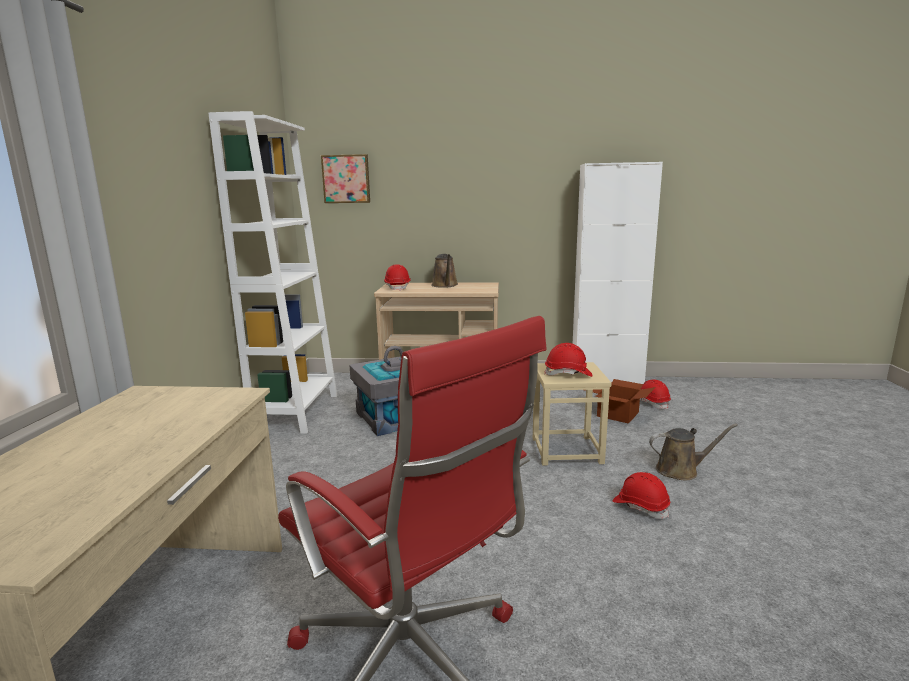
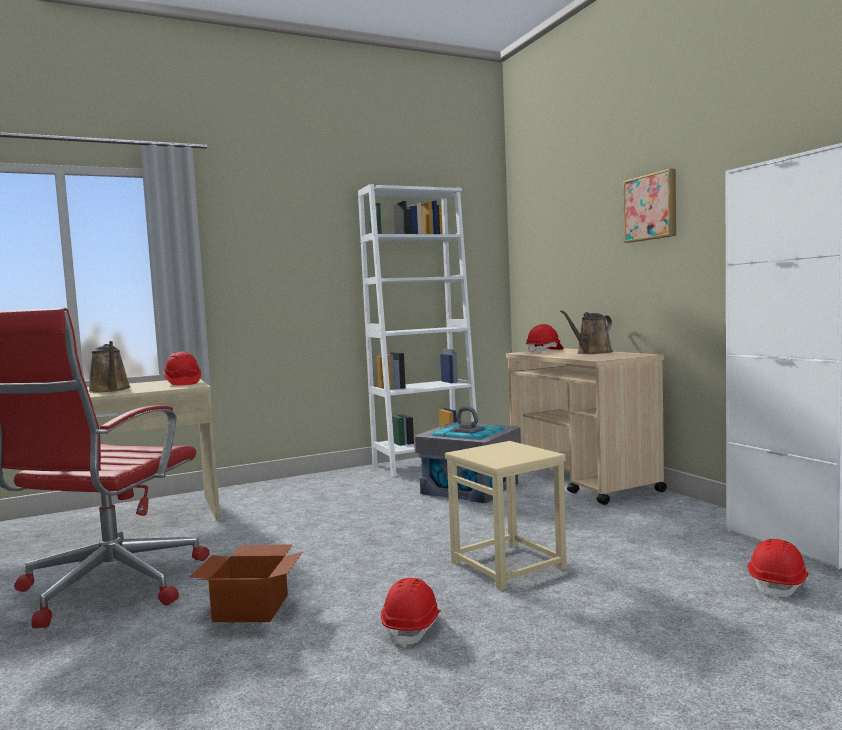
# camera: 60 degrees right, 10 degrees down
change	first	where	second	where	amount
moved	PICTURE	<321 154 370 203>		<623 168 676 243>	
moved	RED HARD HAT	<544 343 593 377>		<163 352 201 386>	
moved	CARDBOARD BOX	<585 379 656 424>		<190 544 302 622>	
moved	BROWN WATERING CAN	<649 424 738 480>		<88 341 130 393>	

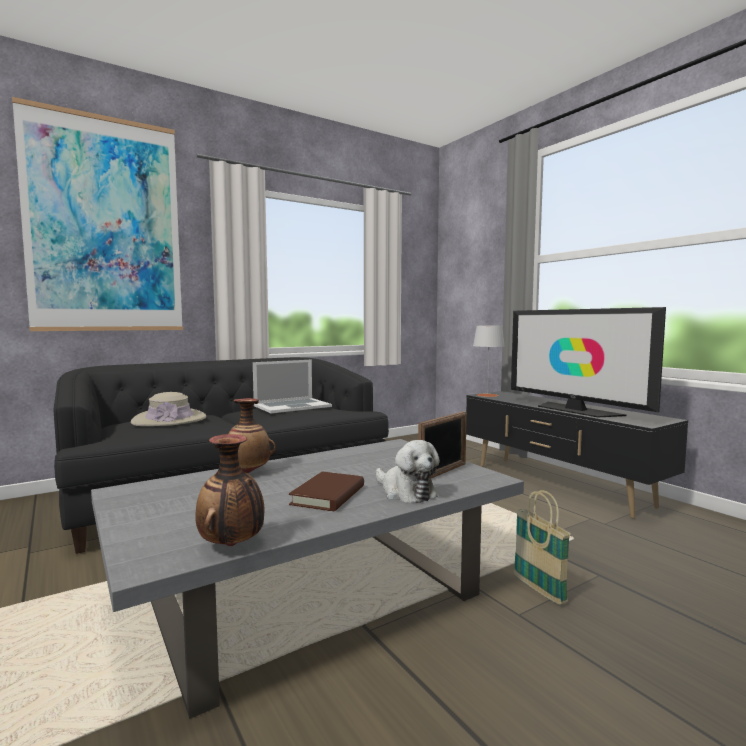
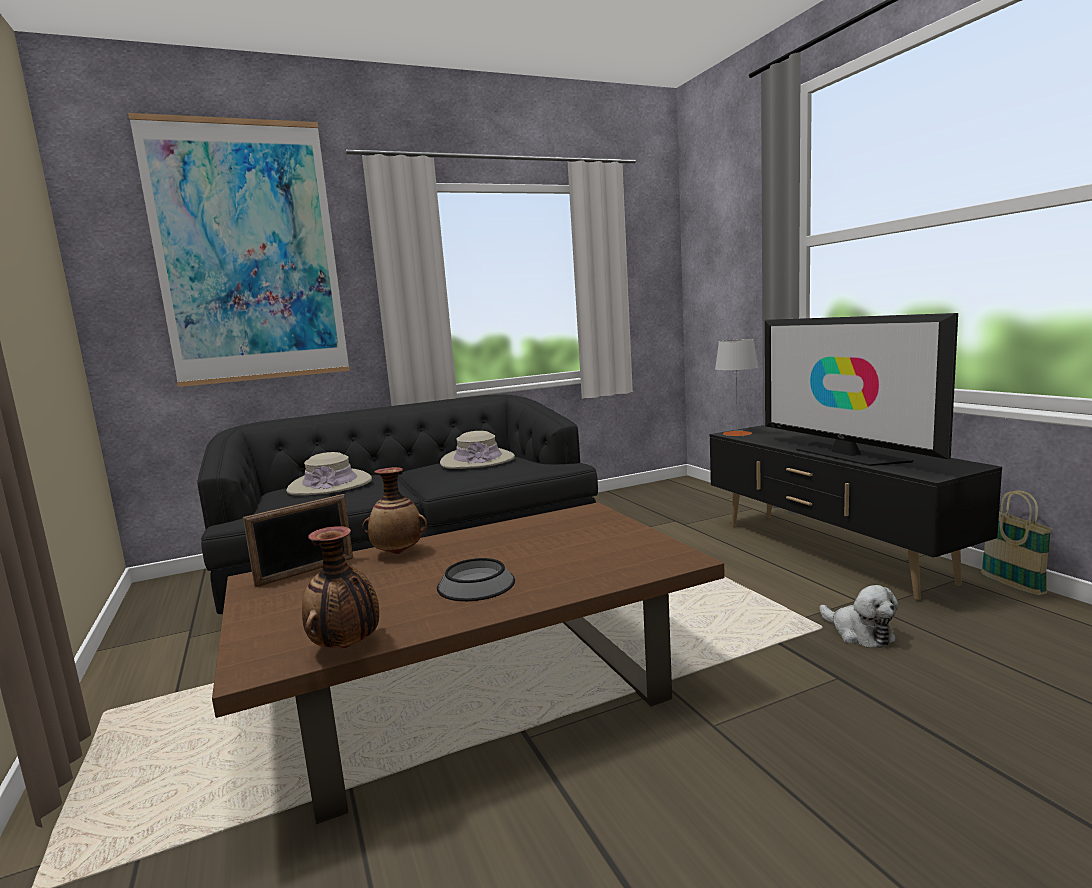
# camera: 10 degrees right, 5 degrees up
change	first	where	second	where	amount
moved	PLUSH TOY	<376 440 440 503>		<820 585 899 648>	
moved	PICTURE FRAME	<418 411 467 478>		<243 494 353 587>	
moved	BASKET	<514 490 571 605>		<981 490 1053 596>	
replaced	LAPTOP	<253 360 332 413>	BEIGE HAT	<440 431 515 469>	
replaced	BROWN BOOK	<289 472 364 511>	BOWL	<437 558 515 601>	
recoloured	GREY COFFEE TABLE	<91 439 524 719>	BROWN COFFEE TABLE	<212 502 725 824>	

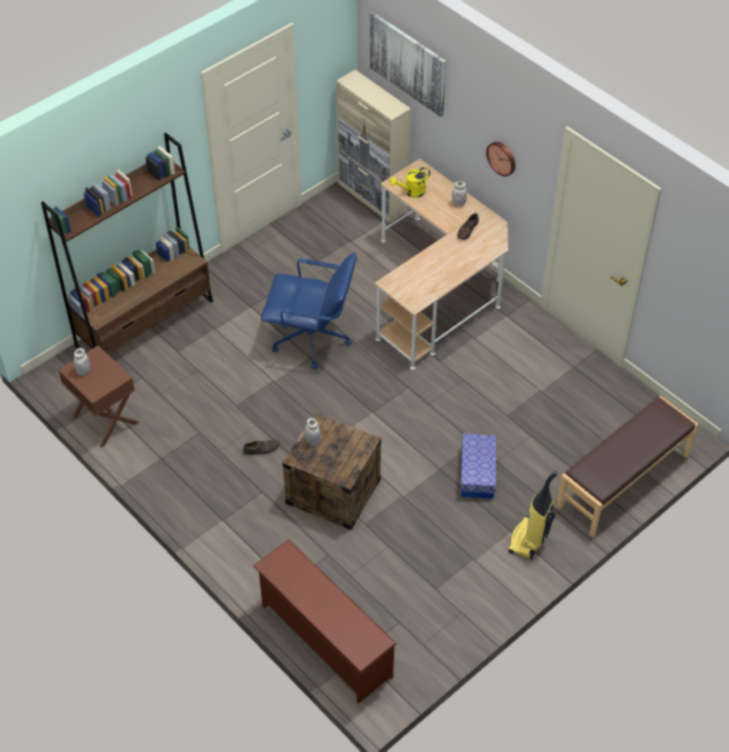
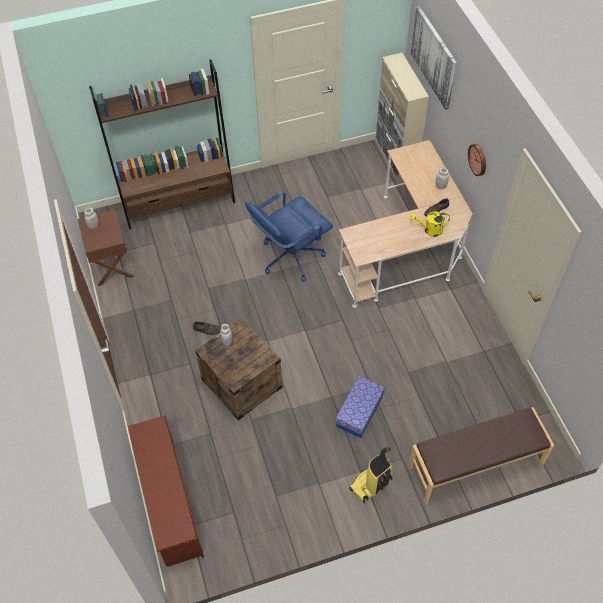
# camera: 25 degrees right, 5 degrees up
change	first	where	second	where	amount
moved	YELLOW WATERING CAN	<390 167 430 198>		<410 211 450 237>	
turned	BLUE OFFICE CHAIR	<261 252 356 369>		<245 191 333 281>	105 degrees clockwise

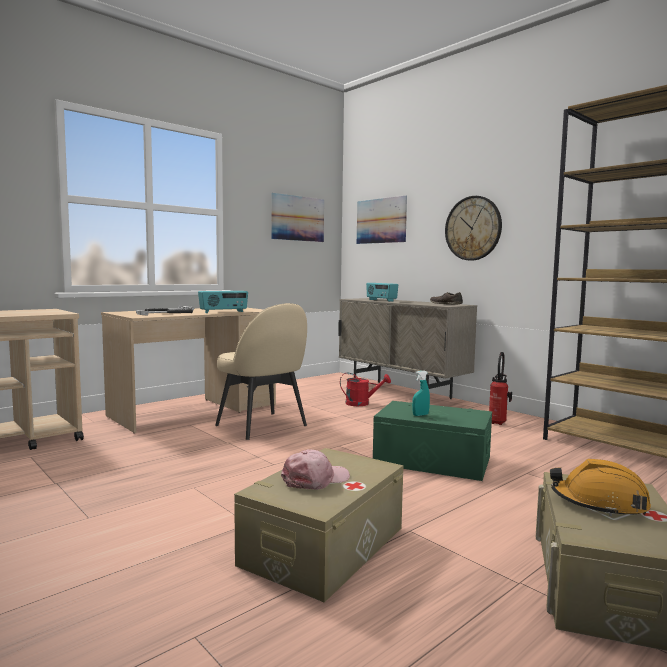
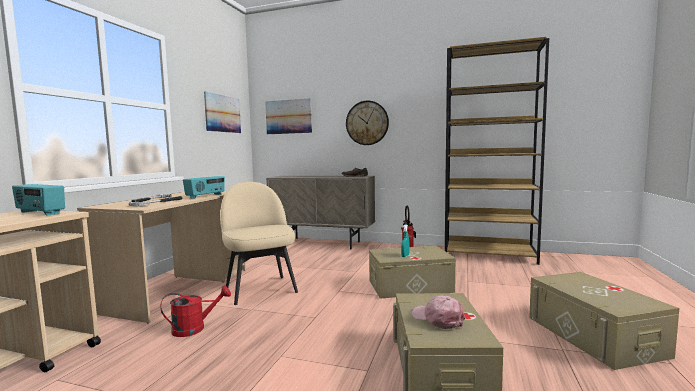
# camera: 30 degrees left, 0 degrees up
change	first	where	second	where	amount
removed	ORANGE HARD HAT	<550 459 651 517>			
moved	RED WATERING CAN	<340 373 391 406>		<160 286 231 337>	
moved	RADIO	<366 283 398 302>		<12 184 65 216>	
recoloured	GREEN STORAGE BOX	<373 401 492 481>	BEIGE STORAGE BOX	<369 246 456 299>	
turned	BEIGE CHAIR	<215 303 307 440>		<220 182 298 305>	135 degrees counterclockwise
turned	PINK CAP	<281 449 350 490>		<412 295 465 329>	60 degrees counterclockwise

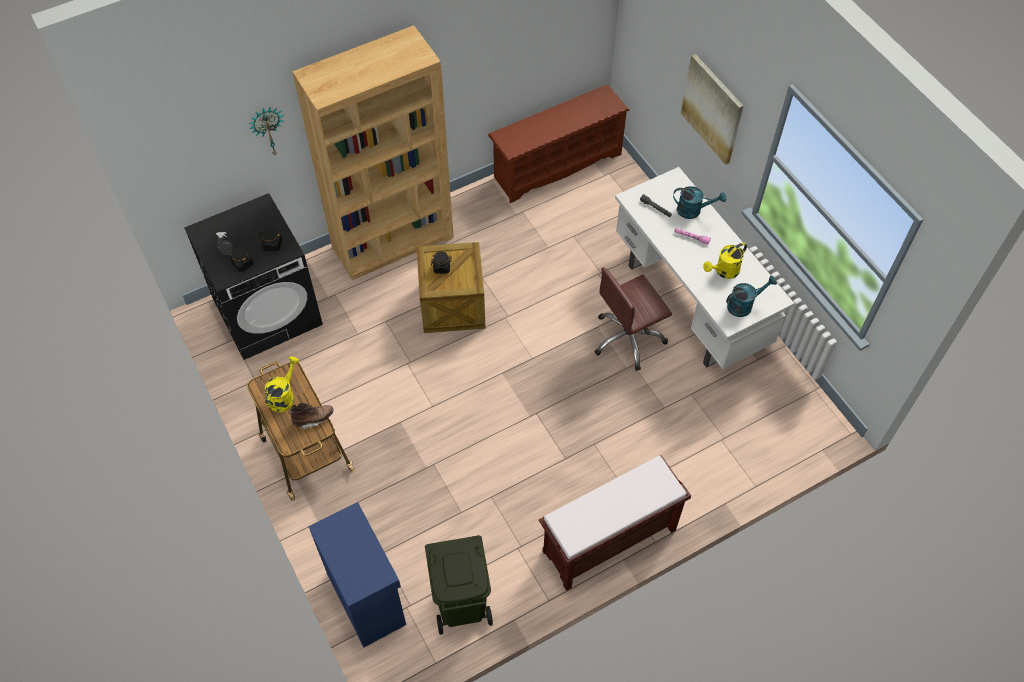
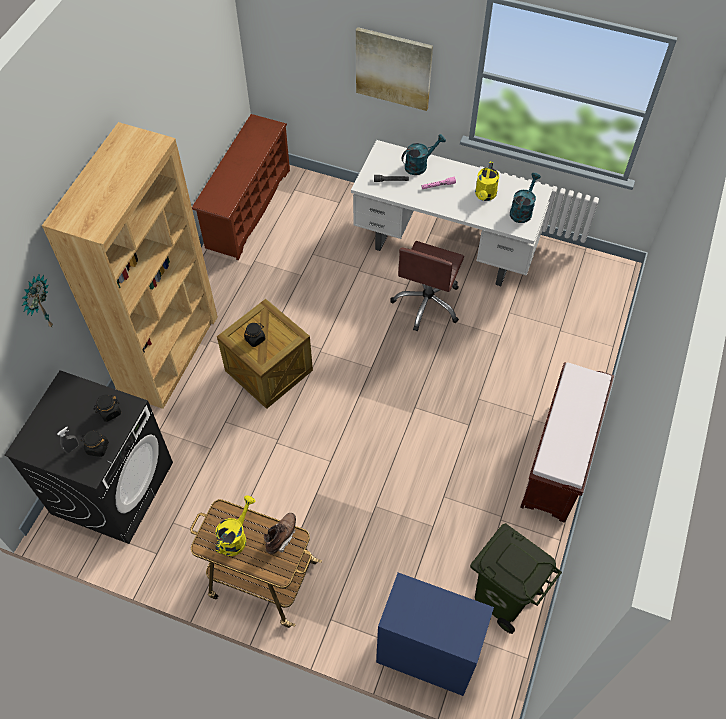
# camera: 40 degrees left, 0 degrees up
change	first	where	second	where	amount
turned	YELLOW WATERING CAN	<265 356 299 412>		<215 496 255 556>	45 degrees clockwise

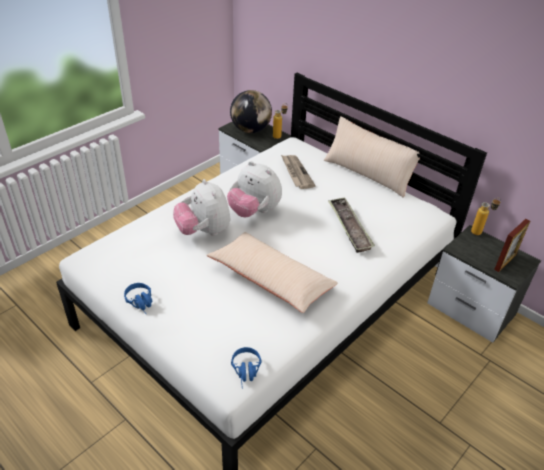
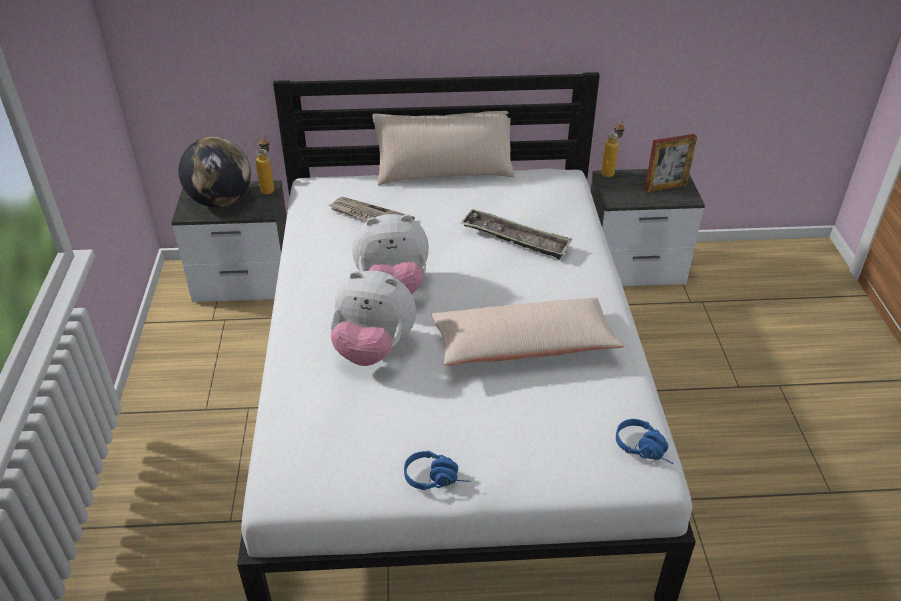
# camera: 45 degrees left, 0 degrees up
change	first	where	second	where	amount
turned	PICTURE FRAME	<494 219 530 272>		<645 134 697 192>	75 degrees clockwise

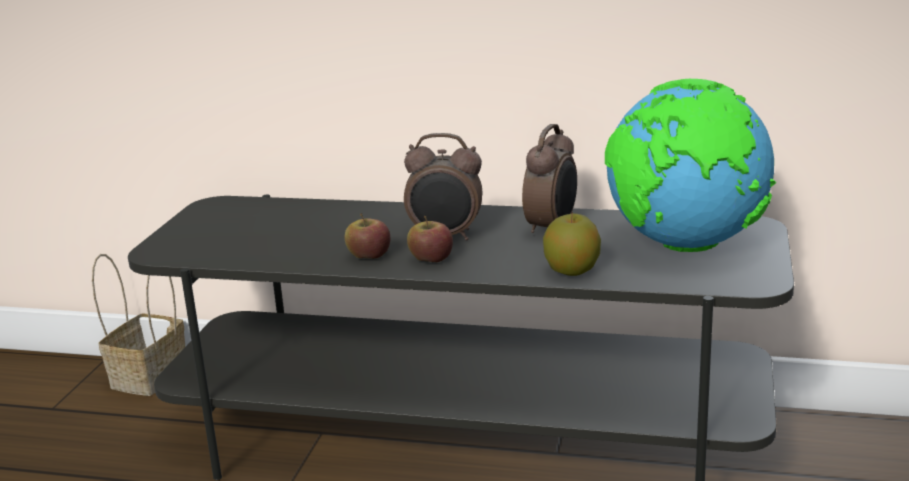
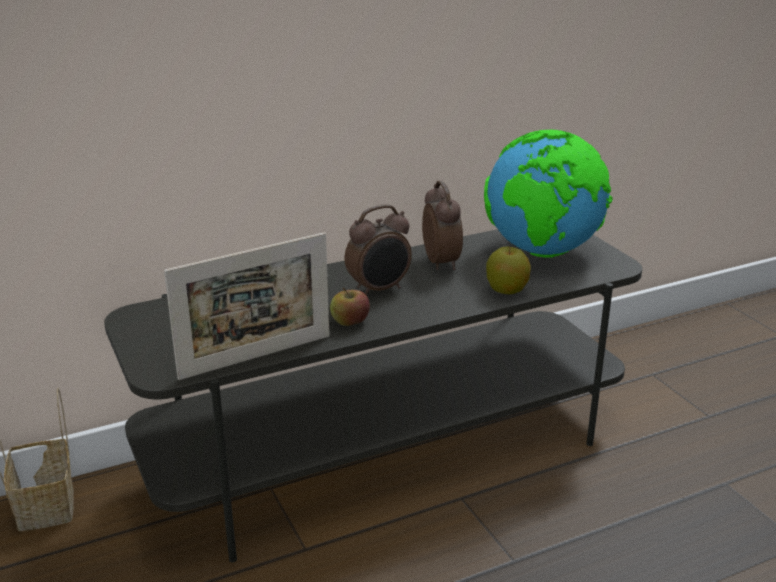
# camera: 40 degrees left, 5 degrees up
change	first	where	second	where	amount
removed	APPLE	<407 216 453 262>			
added			PICTURE FRAME	<164 232 329 380>	

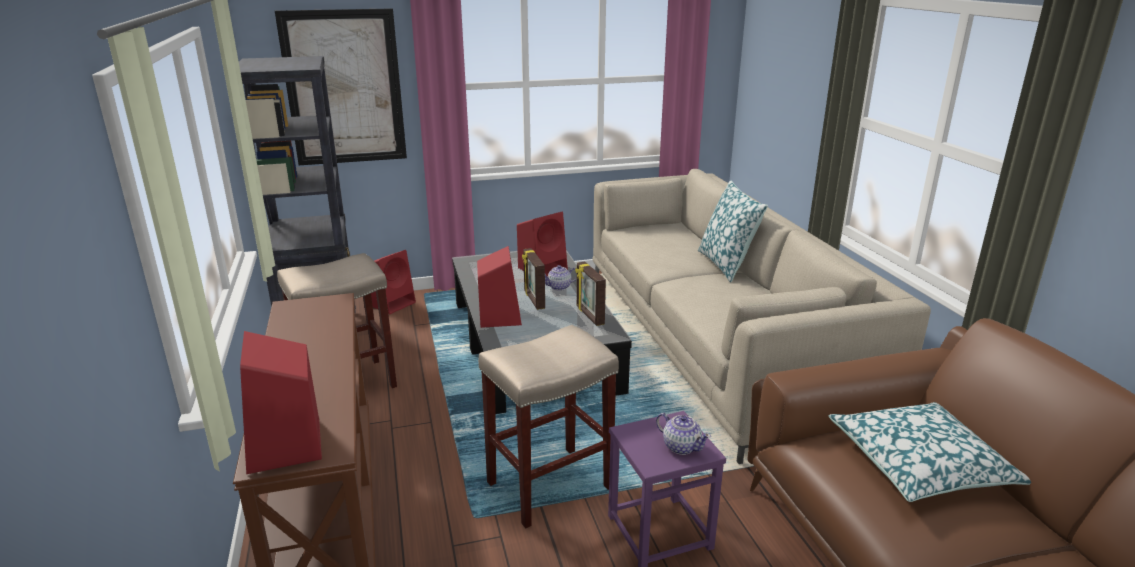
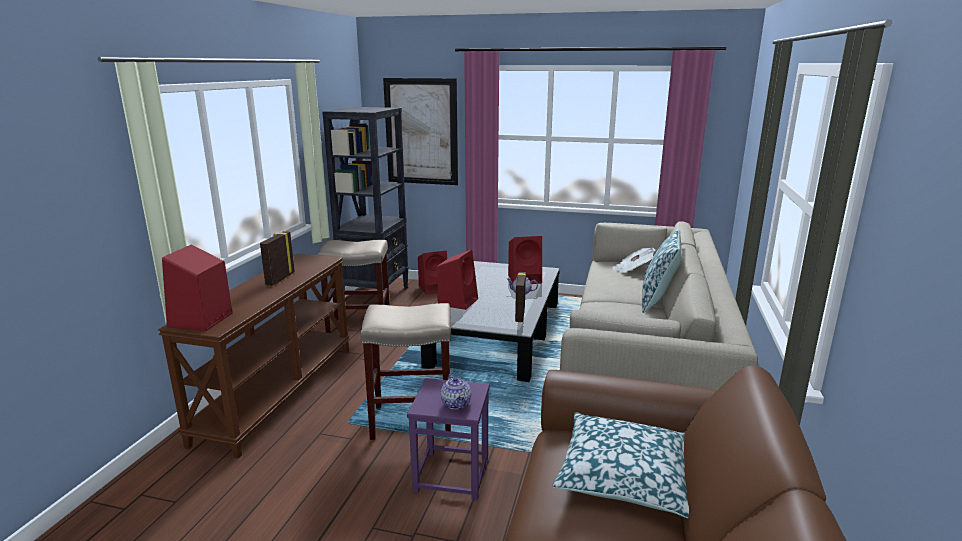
# camera: 30 degrees right, 5 degrees down
change	first	where	second	where	amount
added			NEWSPAPER	<612 248 656 273>	
moved	PICTURE FRAME	<522 248 545 310>		<260 231 295 286>	

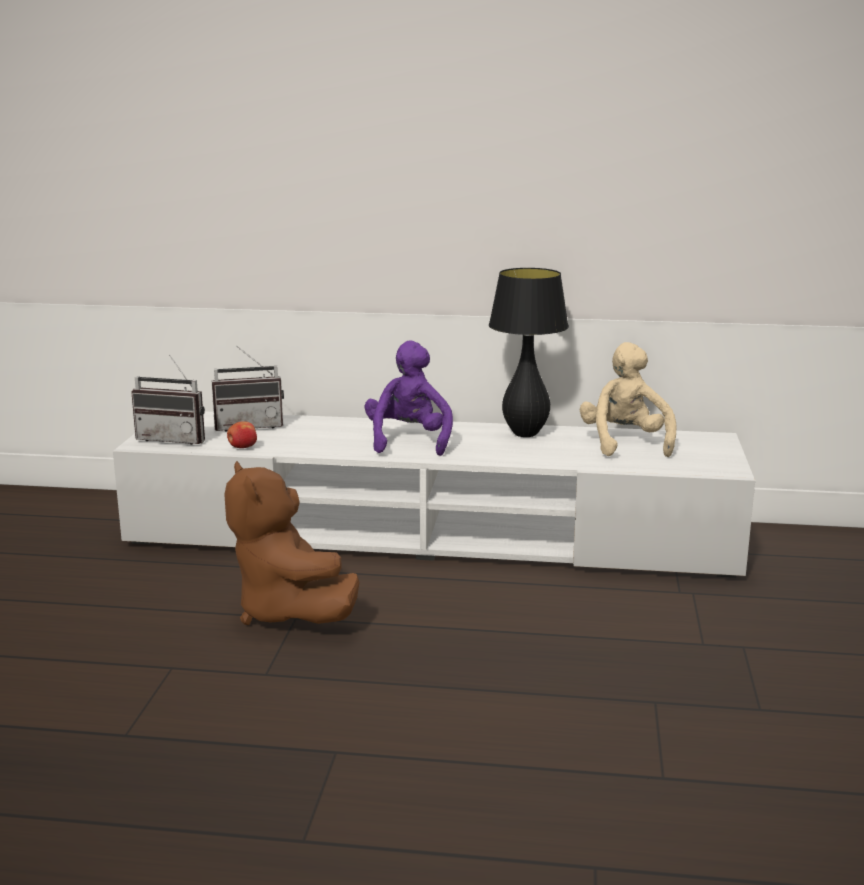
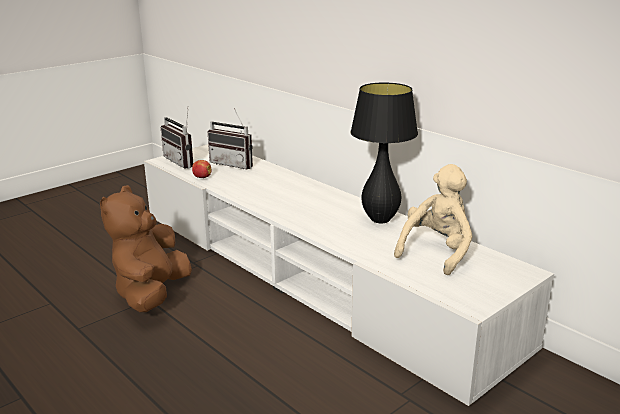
# camera: 40 degrees right, 5 degrees up
change	first	where	second	where	amount
removed	PURPLE PLUSH TOY	<365 341 453 456>			

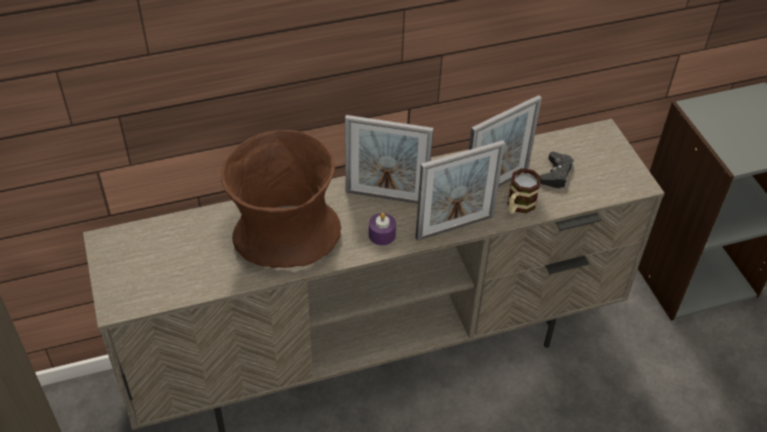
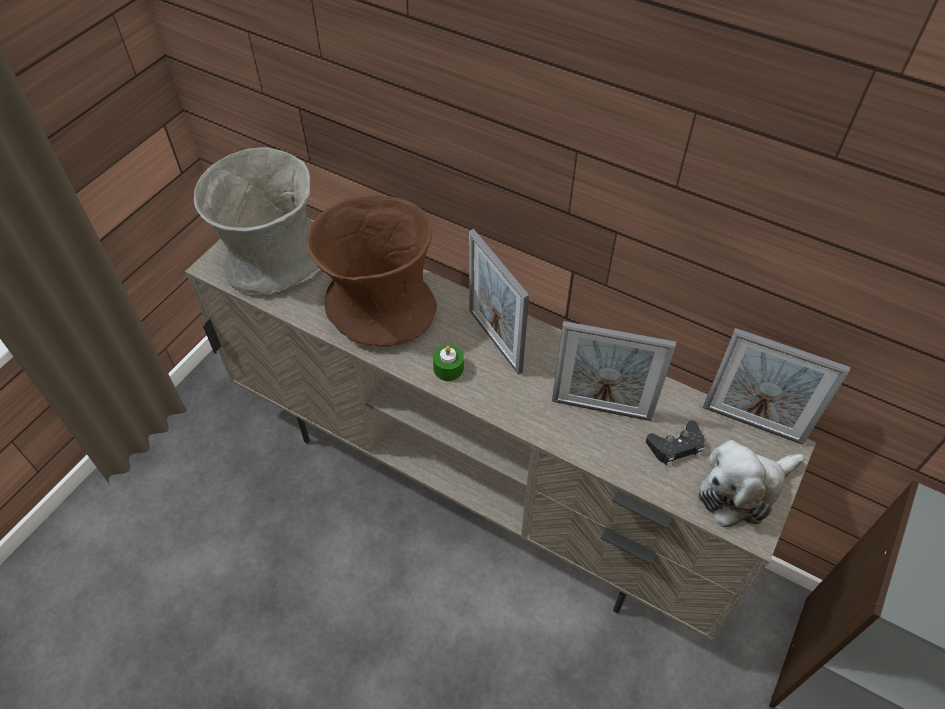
# camera: 50 degrees right, 5 degrees up
change	first	where	second	where	amount
removed	MUG	<507 168 541 214>			
added			GREY VASE	<194 148 319 295>	
added			PLUSH TOY	<698 440 805 527>	
moved	PICTURE FRAME	<415 140 505 241>		<703 328 850 445>	
recoloured	PURPLE CANDLE	<369 213 396 245>	GREEN CANDLE	<433 344 464 381>	

